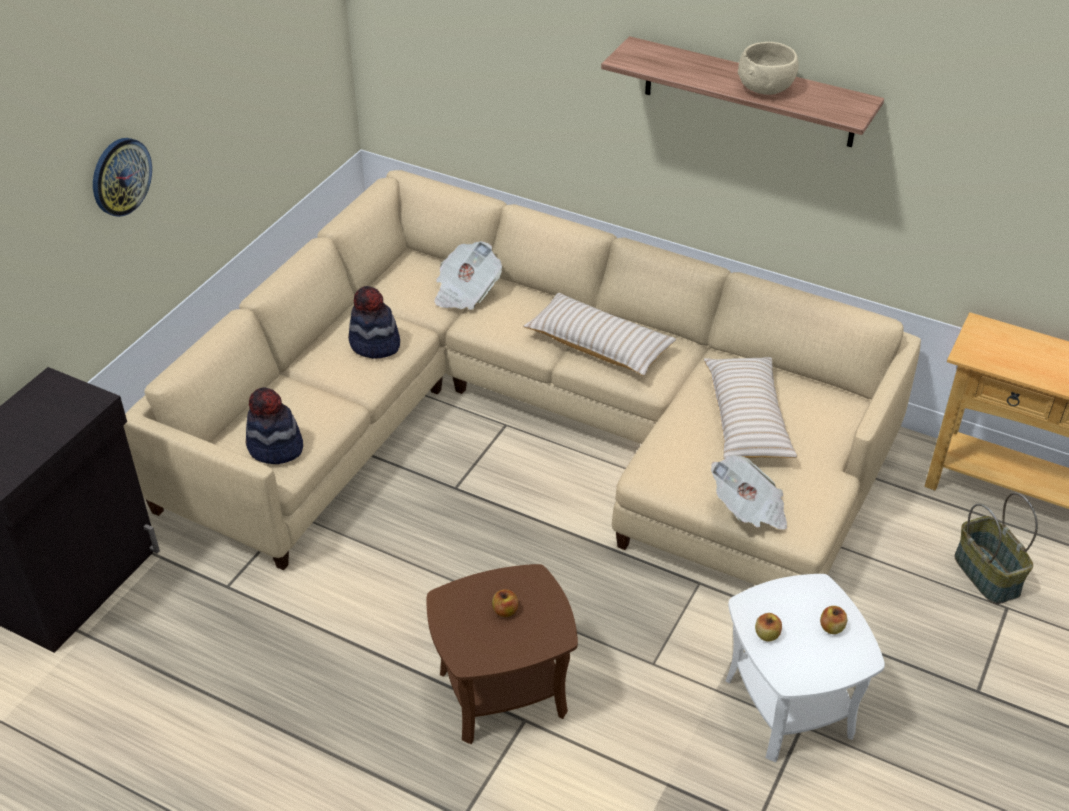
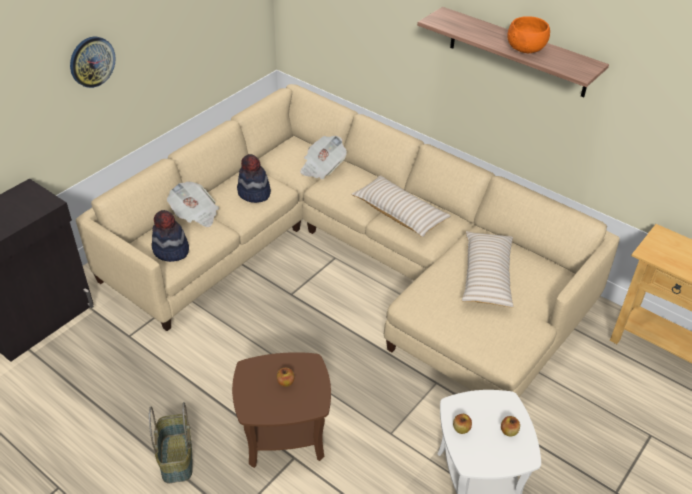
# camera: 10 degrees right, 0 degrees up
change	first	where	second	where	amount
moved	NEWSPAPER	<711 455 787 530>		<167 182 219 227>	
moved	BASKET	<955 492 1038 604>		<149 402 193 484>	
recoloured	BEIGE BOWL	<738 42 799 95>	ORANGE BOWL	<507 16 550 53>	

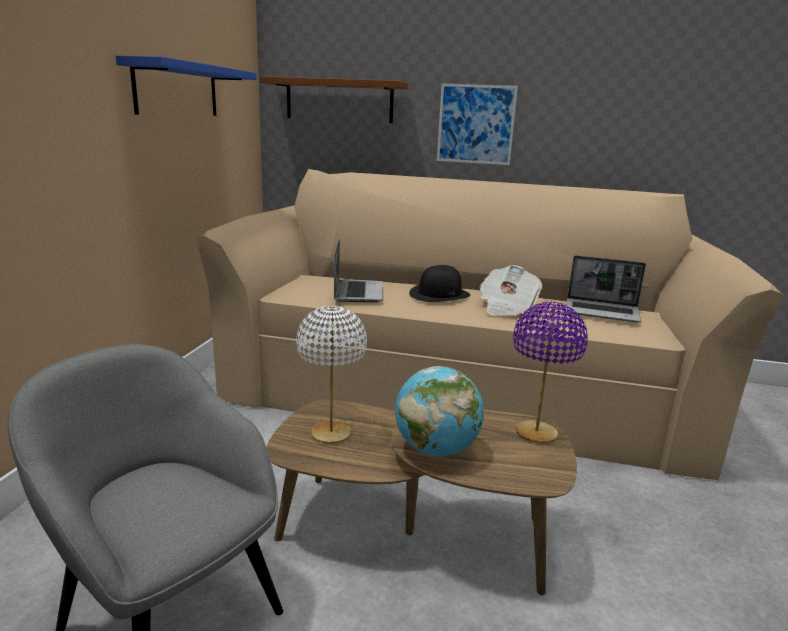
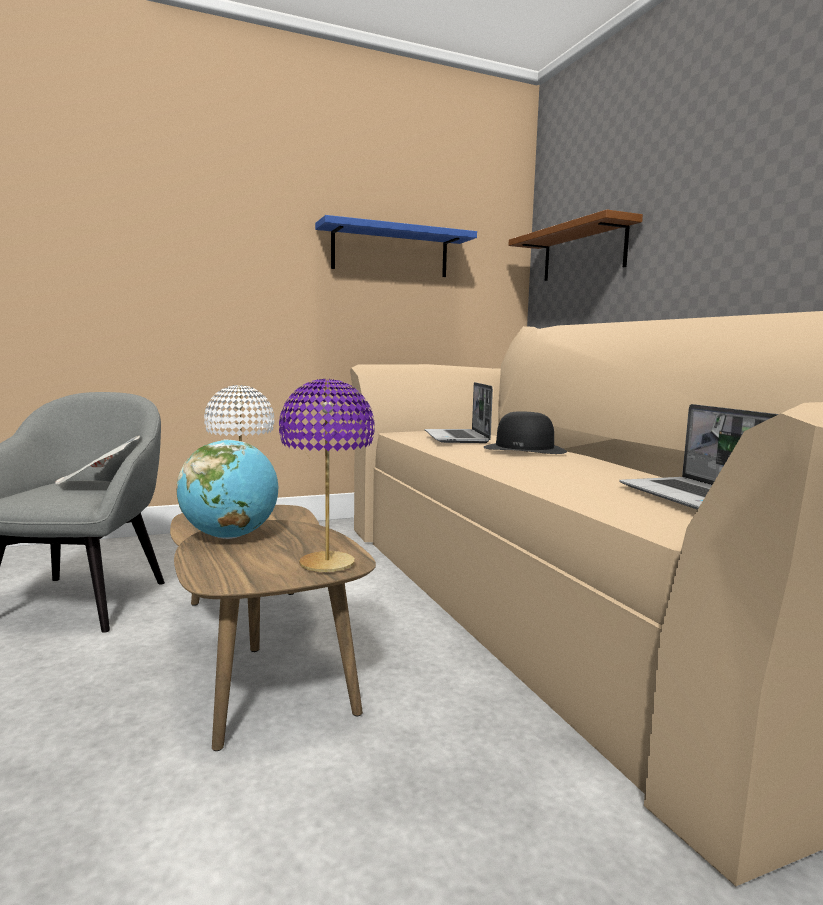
# camera: 55 degrees right, 10 degrees down
change	first	where	second	where	amount
removed	PICTURE	<437 84 518 165>			
moved	NEWSPAPER	<480 265 543 316>		<55 436 140 485>	
turned	LAPTOP	<334 239 383 302>		<424 382 493 443>	120 degrees clockwise

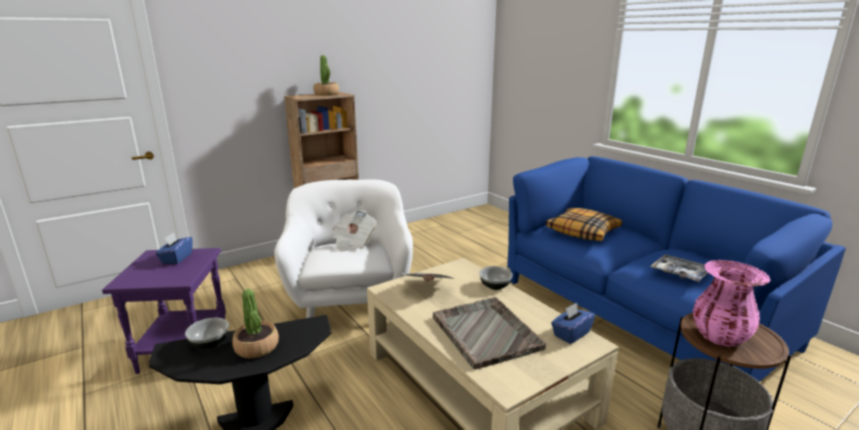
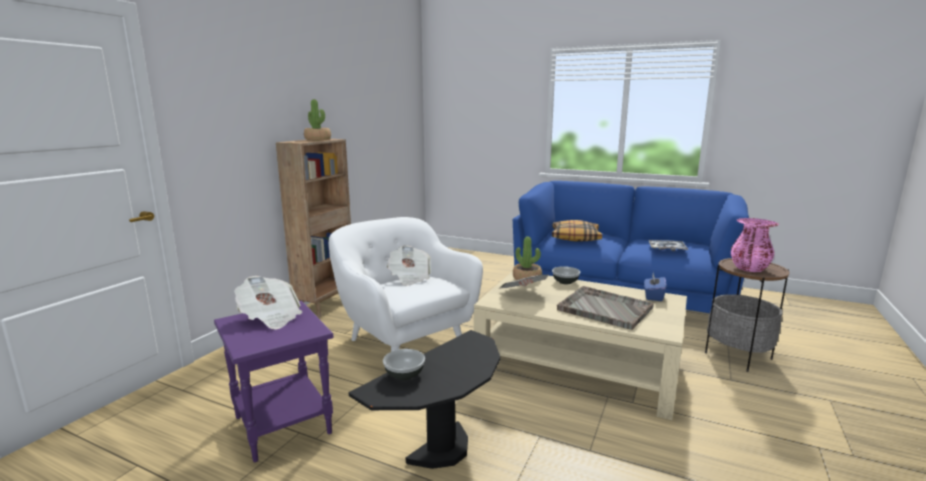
# camera: 30 degrees left, 5 degrees down
change	first	where	second	where	amount
moved	POTTED PLANT	<232 289 279 358>		<513 236 542 283>	
replaced	BLUE TISSUE BOX	<156 232 192 264>	NEWSPAPER	<234 276 302 329>	

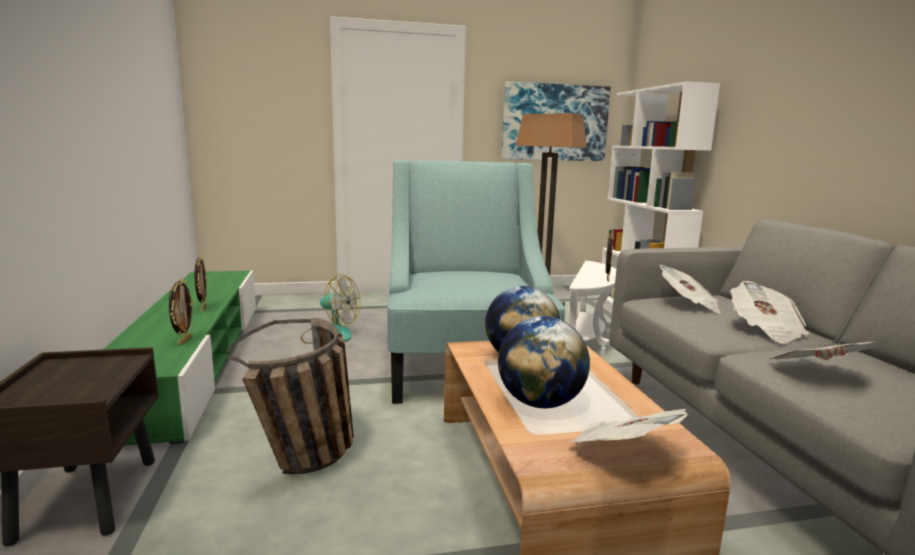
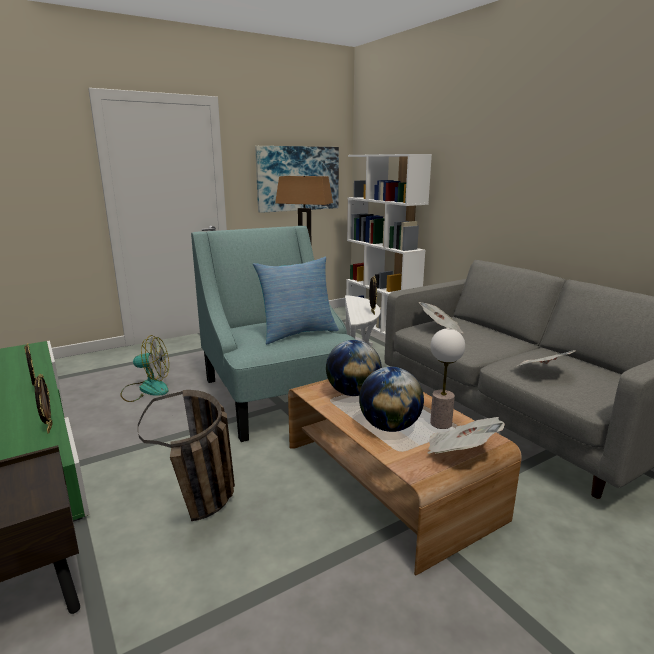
# camera: 20 degrees left, 5 degrees up
change	first	where	second	where	amount
removed	NEWSPAPER	<730 281 809 344>			
added			PILLOW	<253 256 339 344>	
added			TABLE LAMP	<430 328 465 429>	

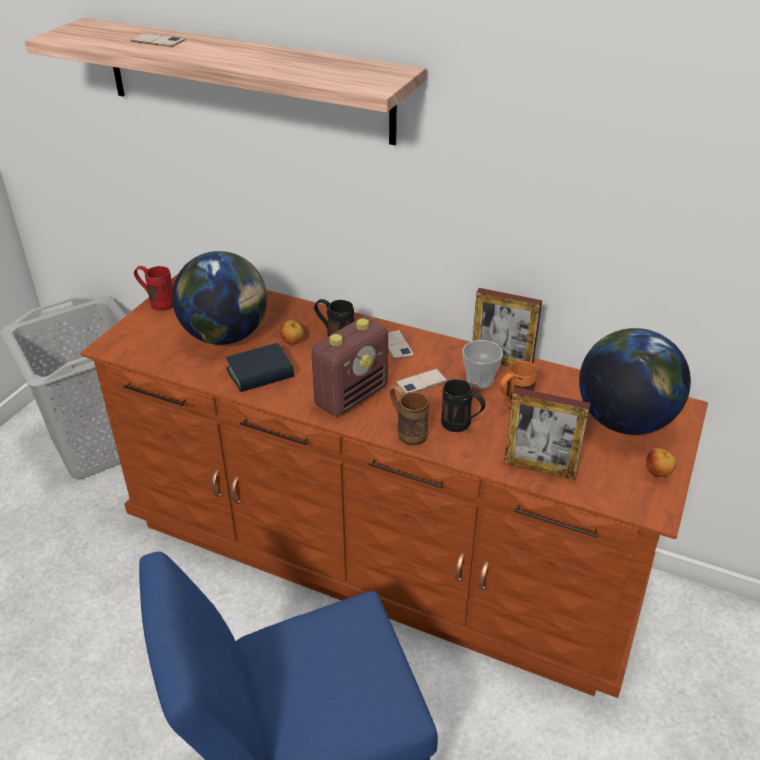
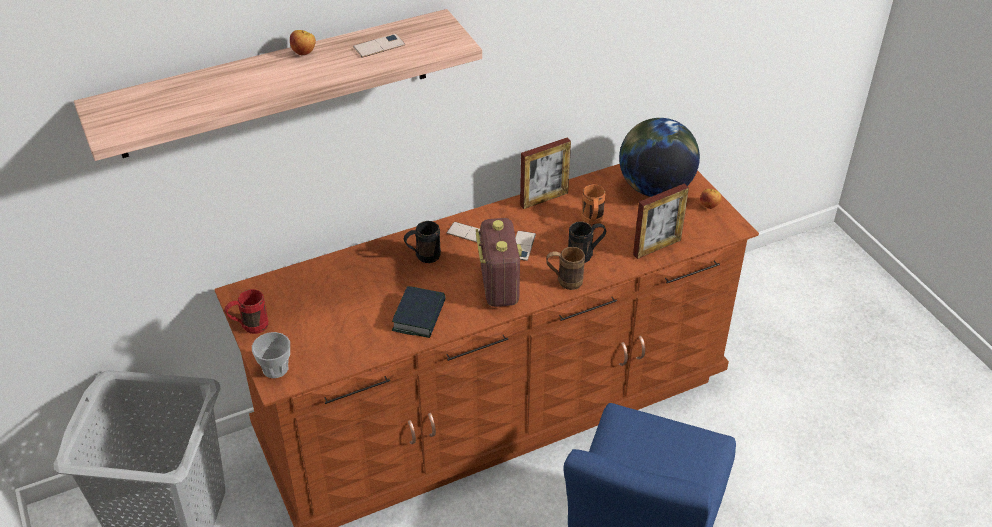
# camera: 50 degrees left, 5 degrees up
change	first	where	second	where	amount
removed	GLOBE	<172 251 267 345>			
moved	PHONE	<130 33 185 47>		<353 34 405 58>	
moved	APPLE	<280 320 304 344>		<290 30 316 55>	
moved	CUP	<462 340 503 388>		<252 332 290 378>	

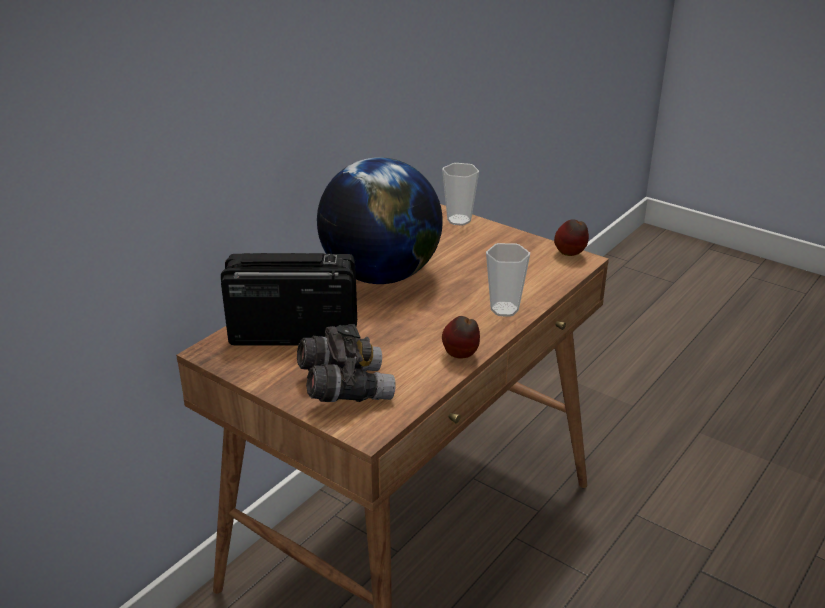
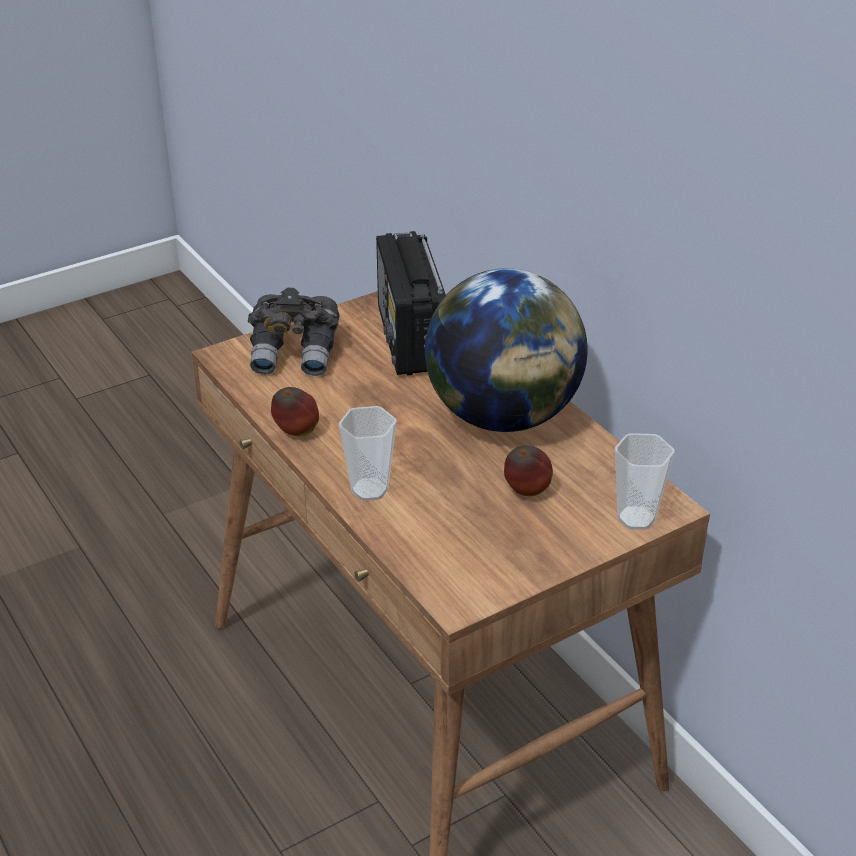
# camera: 110 degrees right, 5 degrees up
change	first	where	second	where	amount
moved	APPLE	<554 220 589 256>		<504 446 553 496>	
turned	RADIO	<221 253 357 346>		<376 231 446 376>	150 degrees clockwise

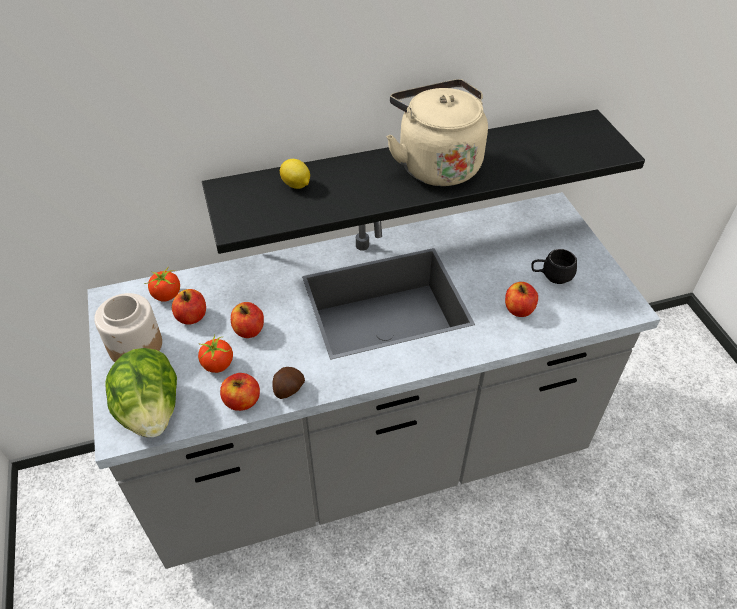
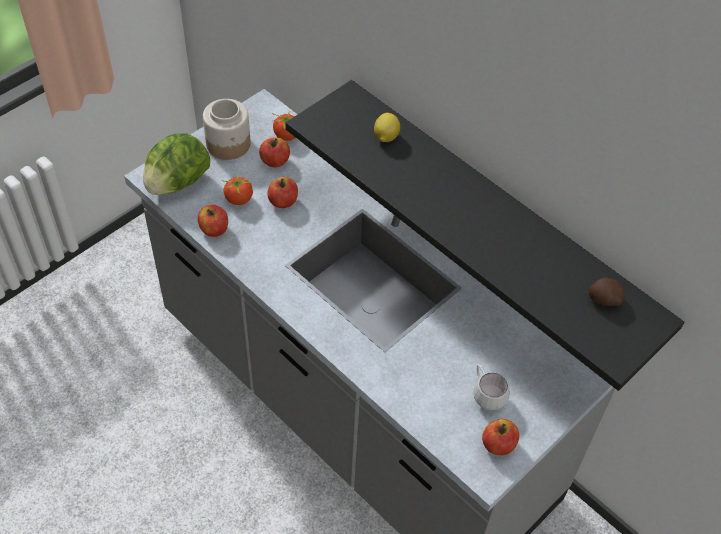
# camera: 60 degrees right, 5 degrees up
change	first	where	second	where	amount
removed	BEIGE KETTLE	<386 79 488 186>			
moved	POTATO	<273 367 305 399>		<589 277 625 306>	
moved	APPLE	<505 282 538 317>		<482 419 519 455>	
recoloured	BLACK MUG	<531 249 577 284>	WHITE MUG	<473 364 509 410>	

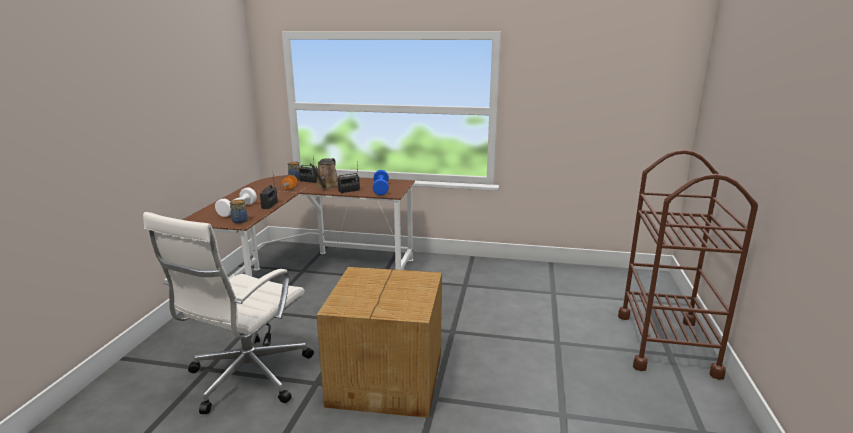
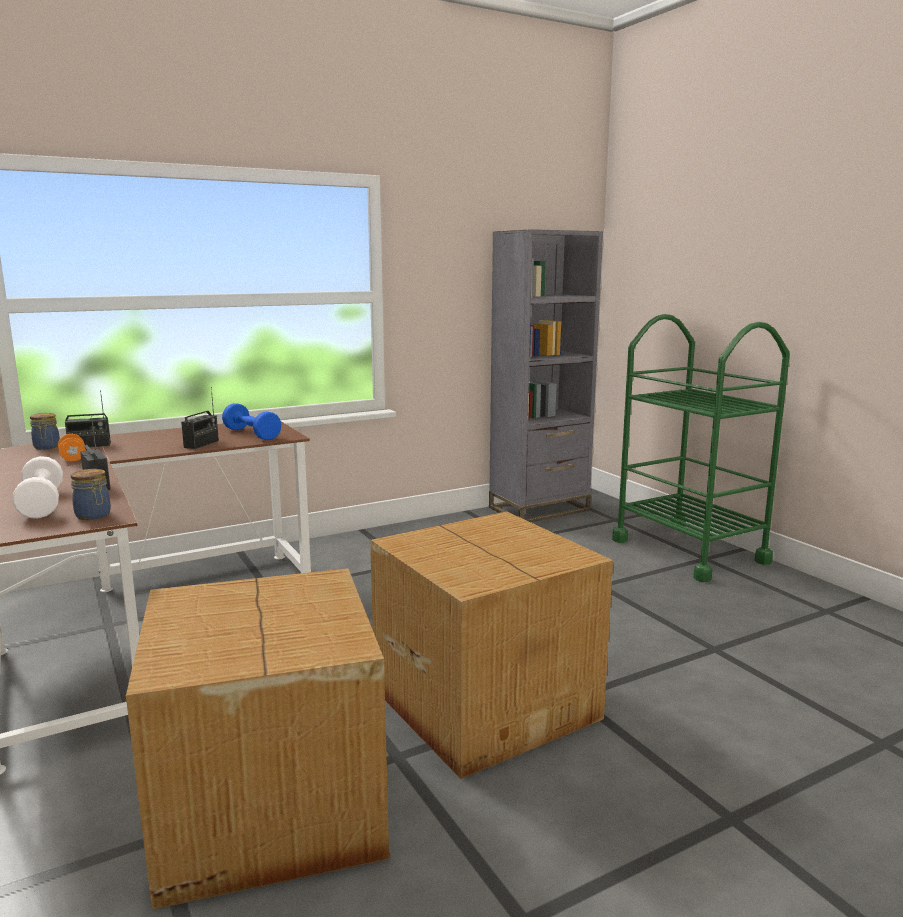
# camera: 40 degrees left, 5 degrees down
change	first	where	second	where	amount
removed	BROWN WATERING CAN	<309 158 338 189>			
added			GREY BOOKCASE	<489 229 603 522>	
replaced	WHITE OFFICE CHAIR	<143 212 314 414>	CARDBOARD BOX	<126 568 389 910>	
recoloured	BROWN CART	<618 150 758 380>	GREEN CART	<612 314 790 582>	

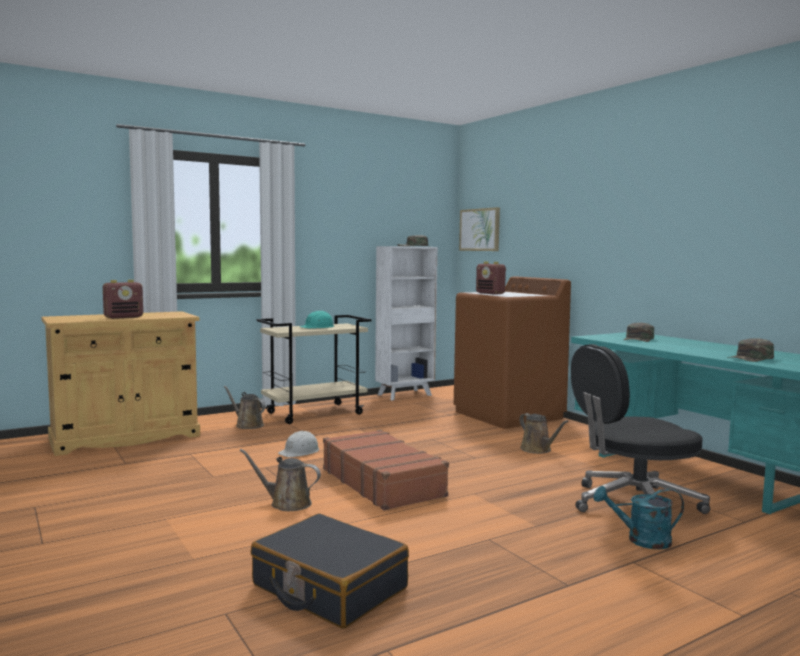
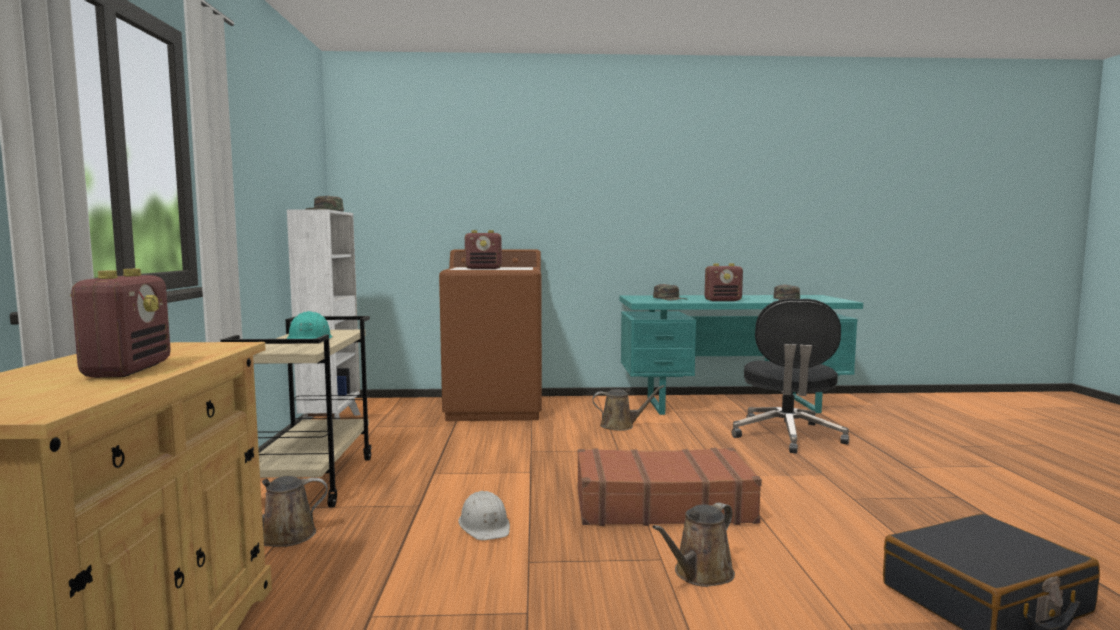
# camera: 60 degrees left, 0 degrees up
change	first	where	second	where	amount
removed	PICTURE	<459 207 500 251>			
removed	TURQUOISE WATERING CAN	<594 486 684 549>			
added			RADIO	<705 263 743 301>	

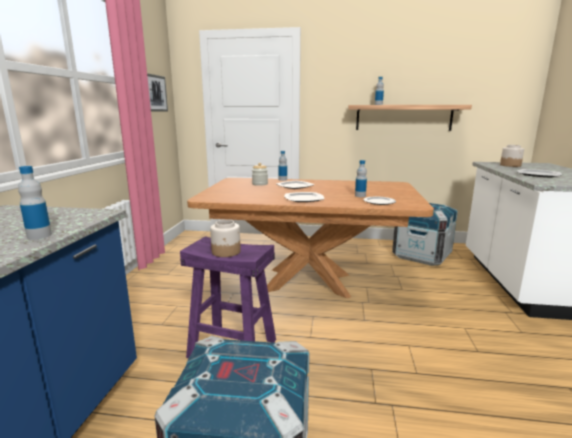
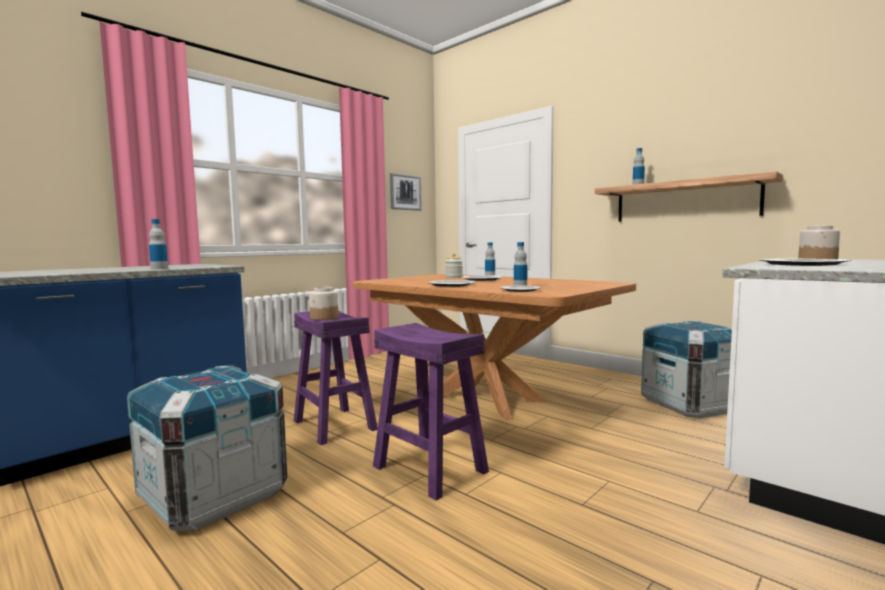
# camera: 35 degrees right, 10 degrees down
change	first	where	second	where	amount
added			PURPLE STOOL	<373 323 489 501>	

